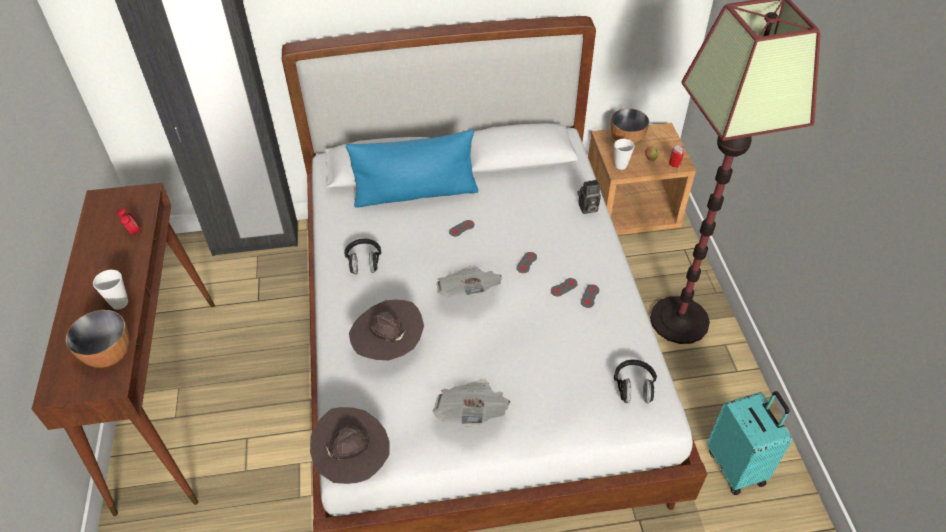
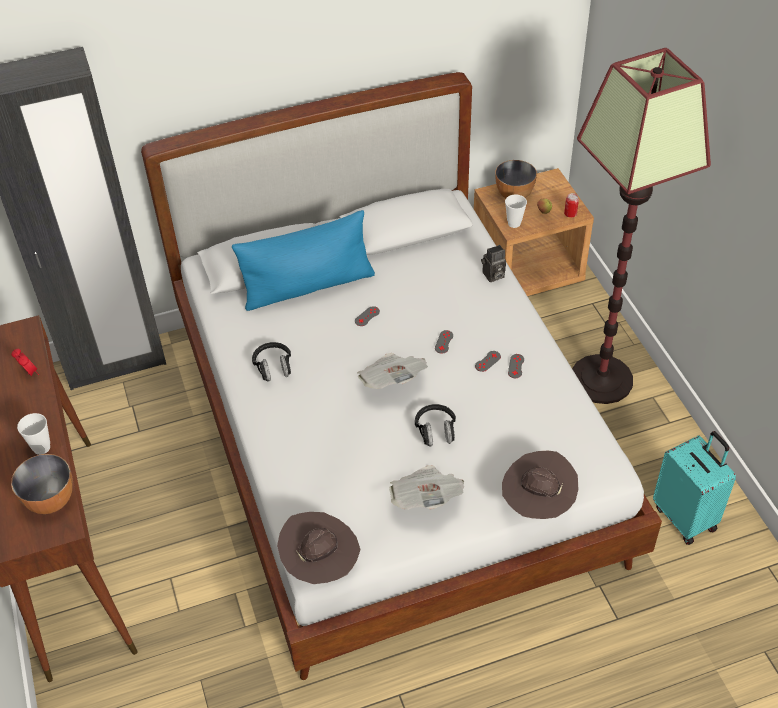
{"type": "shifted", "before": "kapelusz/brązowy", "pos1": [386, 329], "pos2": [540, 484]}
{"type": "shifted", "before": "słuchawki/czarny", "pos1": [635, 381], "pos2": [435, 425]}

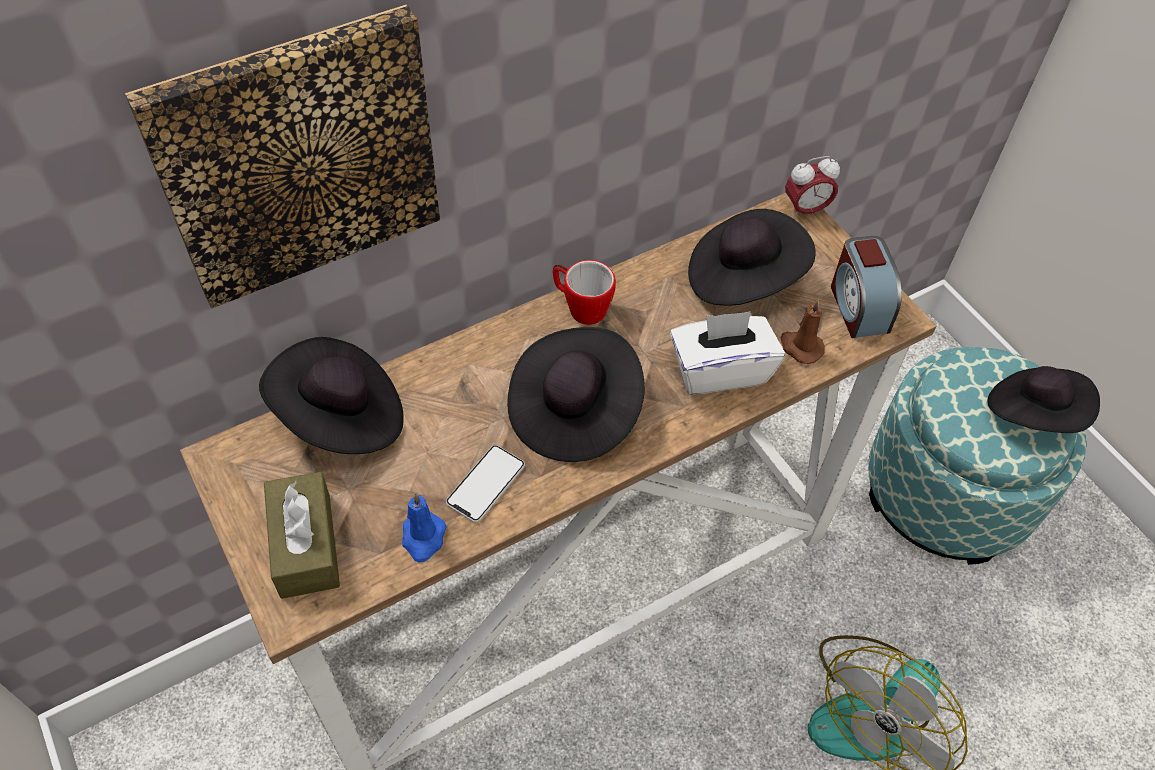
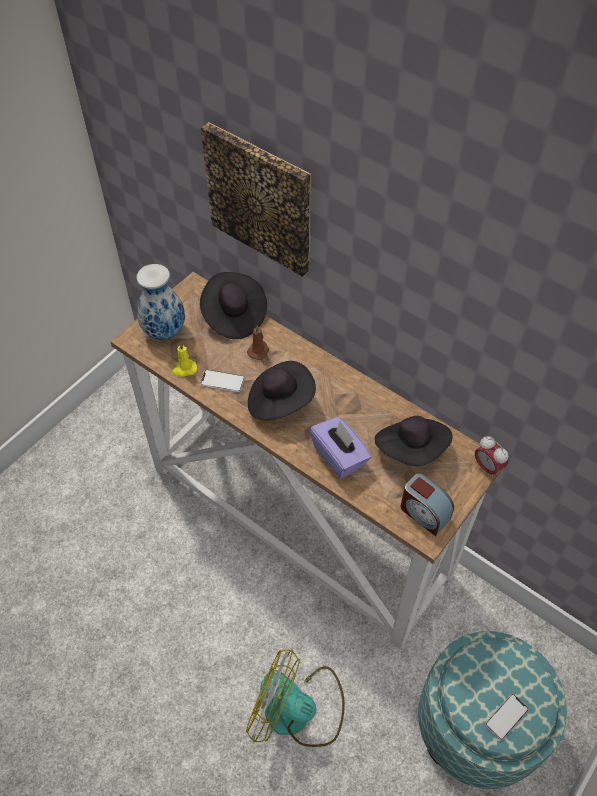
{"type": "gone", "before": "kubek", "pos1": [584, 292]}
{"type": "shifted", "before": "świeca/brązowy", "pos1": [802, 331], "pos2": [258, 342]}
{"type": "swapped", "before": "pudełko chusteczek/brązowy", "after": "wazon", "pos1": [302, 535], "pos2": [161, 302]}
{"type": "swapped", "before": "kapelusz/czarny", "after": "telefon", "pos1": [1044, 399], "pos2": [507, 717]}
{"type": "repainted", "before": "świeca/niebieski", "after": "świeca/żółty", "pos1": [424, 528], "pos2": [184, 360]}
{"type": "repainted", "before": "pudełko chusteczek/biały", "after": "pudełko chusteczek/fioletowy", "pos1": [727, 353], "pos2": [340, 448]}
{"type": "rotated", "before": "budzik", "pos1": [866, 287], "pos2": [427, 504], "turn": -105}

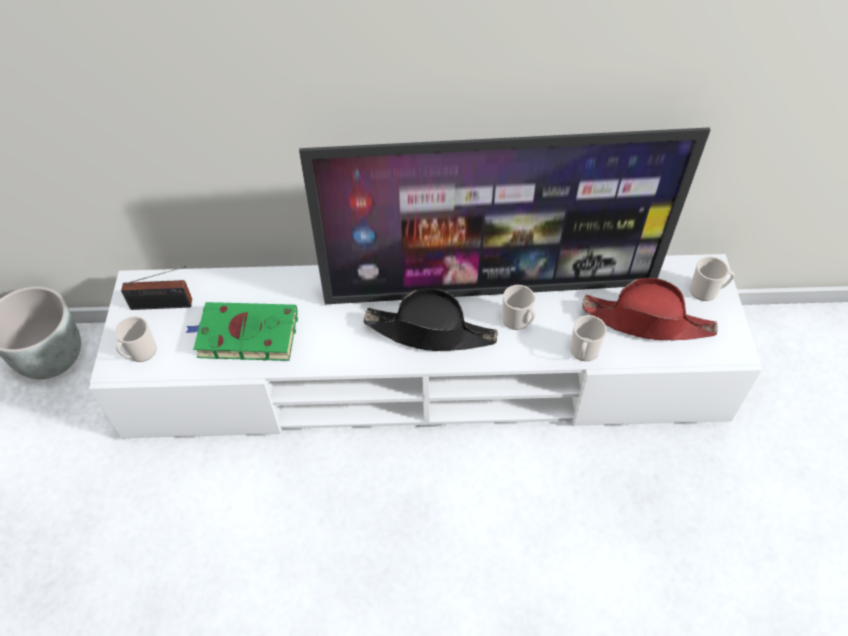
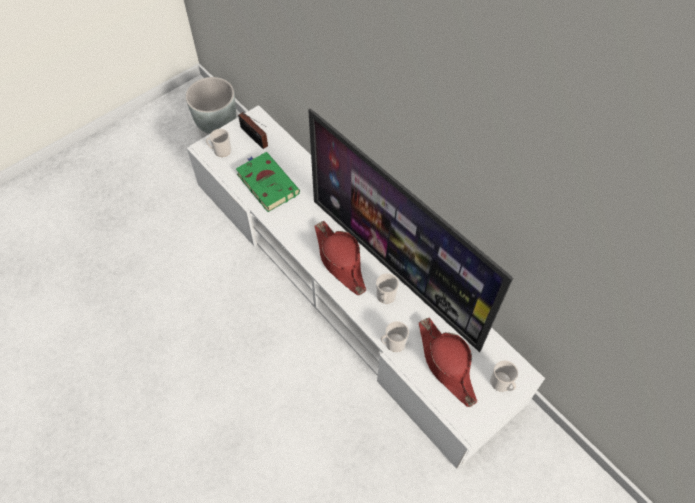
{"type": "repainted", "before": "kapelusz/czarny", "after": "kapelusz/czerwony", "pos1": [431, 320], "pos2": [340, 258]}

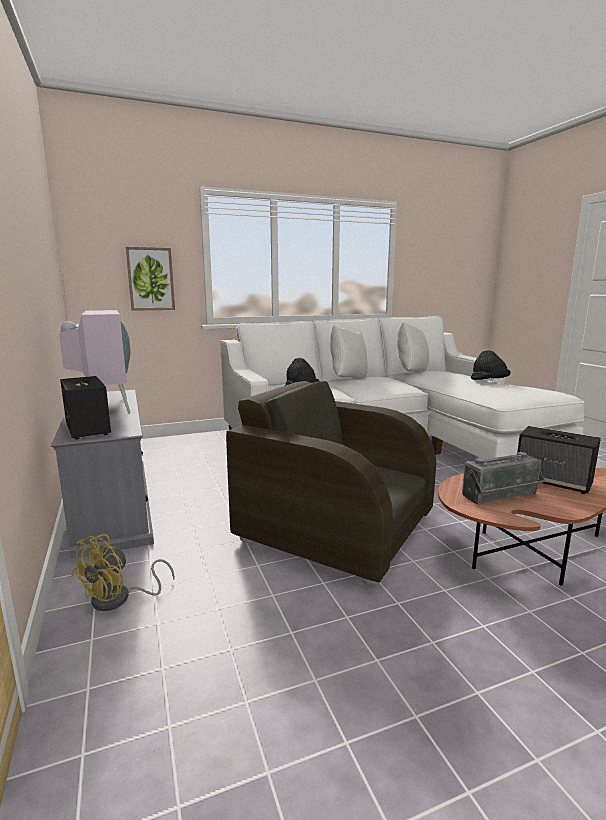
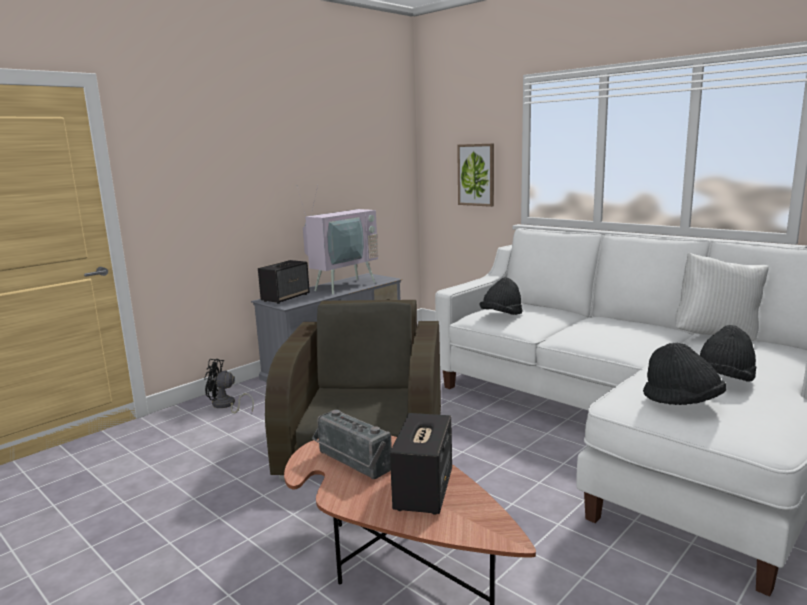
{"type": "gone", "before": "poduszka/biały", "pos1": [349, 351]}
{"type": "new", "after": "kapelusz/czarny", "pos2": [684, 374]}
{"type": "repainted", "before": "wentylator/żółty", "after": "wentylator/czarny", "pos1": [123, 572], "pos2": [229, 386]}

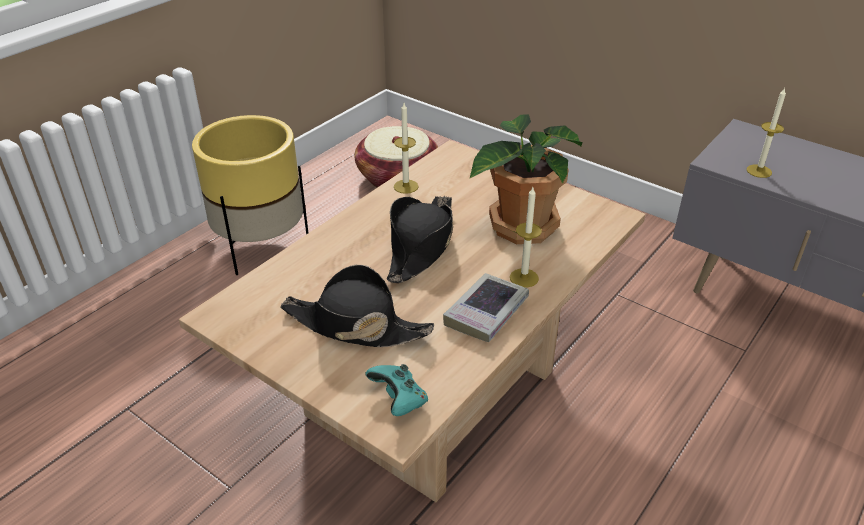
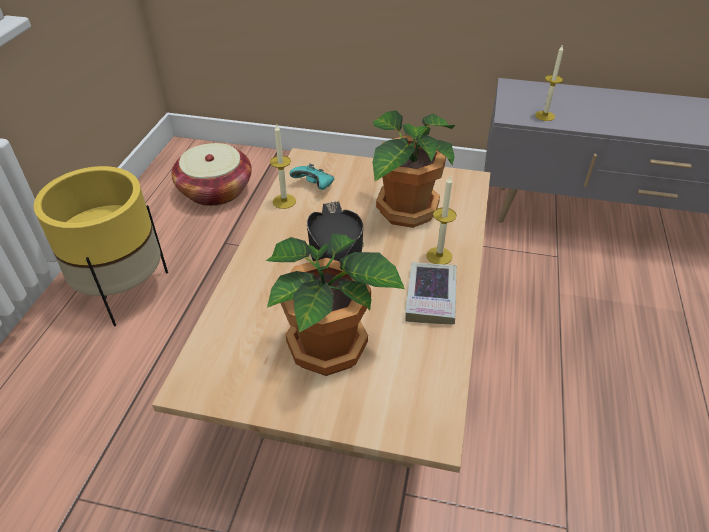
{"type": "shifted", "before": "pad do gier/turkusowy", "pos1": [396, 390], "pos2": [311, 176]}
{"type": "swapped", "before": "kapelusz/czarny", "after": "roślina doniczkowa", "pos1": [357, 306], "pos2": [335, 304]}

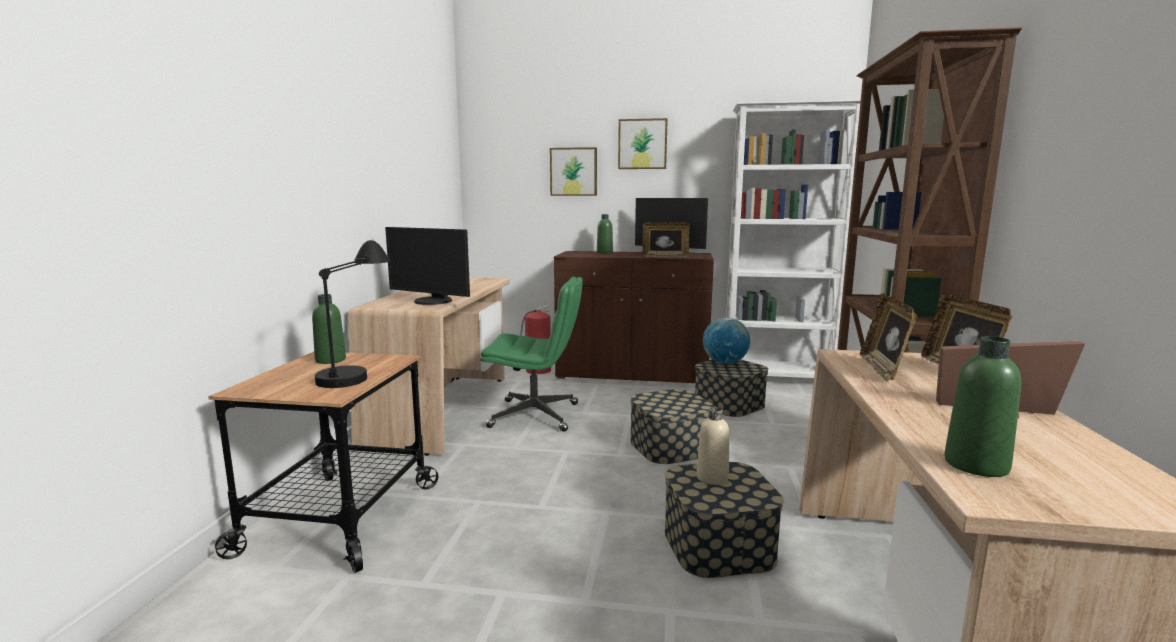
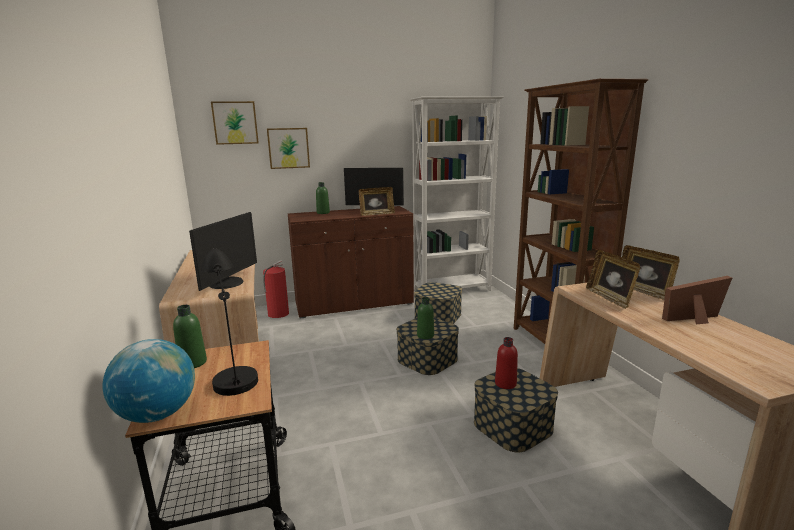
{"type": "gone", "before": "krzesło biurowe/zielony", "pos1": [532, 354]}
{"type": "shifted", "before": "obraz", "pos1": [643, 143], "pos2": [235, 123]}
{"type": "shifted", "before": "globus", "pos1": [726, 341], "pos2": [149, 381]}
{"type": "shifted", "before": "butelka/zielony", "pos1": [982, 406], "pos2": [425, 318]}
{"type": "repainted", "before": "butelka/beżowy", "after": "butelka/czerwony", "pos1": [713, 446], "pos2": [506, 363]}
{"type": "rotated", "before": "monitor", "pos1": [427, 266], "pos2": [223, 251], "turn": -75}

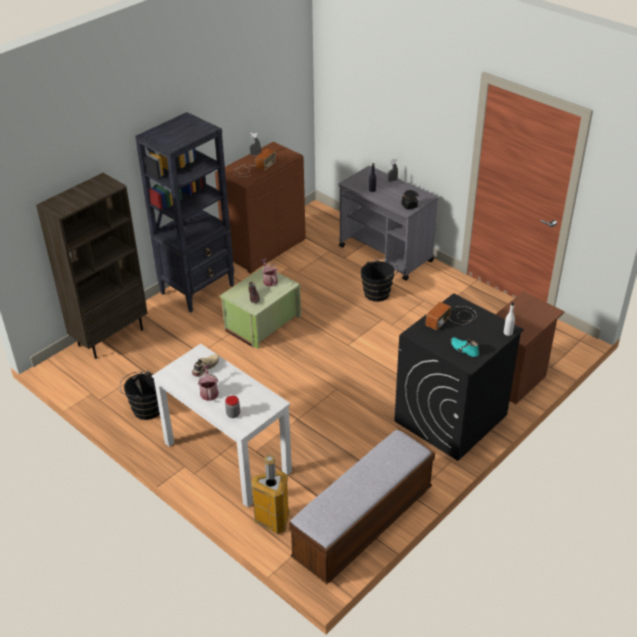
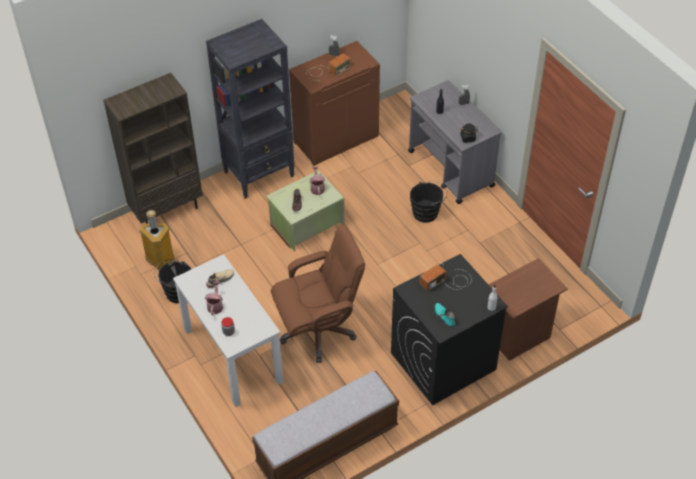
{"type": "new", "after": "krzesło biurowe/brązowy", "pos2": [318, 293]}
{"type": "shifted", "before": "kosz na śmieci", "pos1": [270, 494], "pos2": [156, 240]}

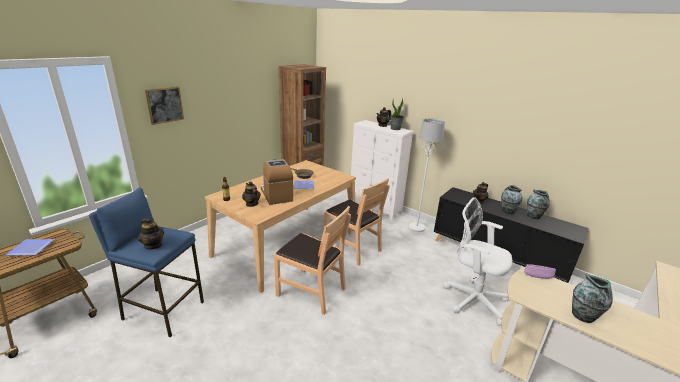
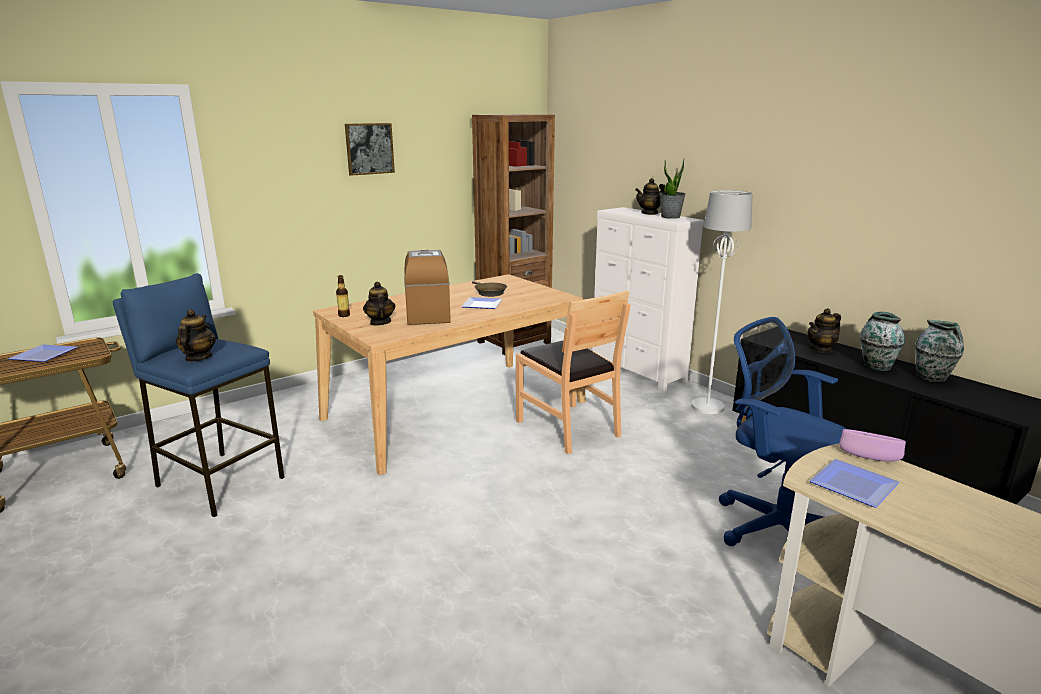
{"type": "gone", "before": "krzesło/brązowy", "pos1": [312, 260]}
{"type": "gone", "before": "wazon", "pos1": [592, 298]}
{"type": "new", "after": "talerz", "pos2": [854, 483]}
{"type": "shifted", "before": "obraz", "pos1": [164, 106], "pos2": [370, 149]}
{"type": "repainted", "before": "krzesło biurowe/biały", "after": "krzesło biurowe/niebieski", "pos1": [478, 261], "pos2": [782, 431]}
{"type": "rotated", "before": "imbryk", "pos1": [151, 234], "pos2": [196, 335], "turn": -150}

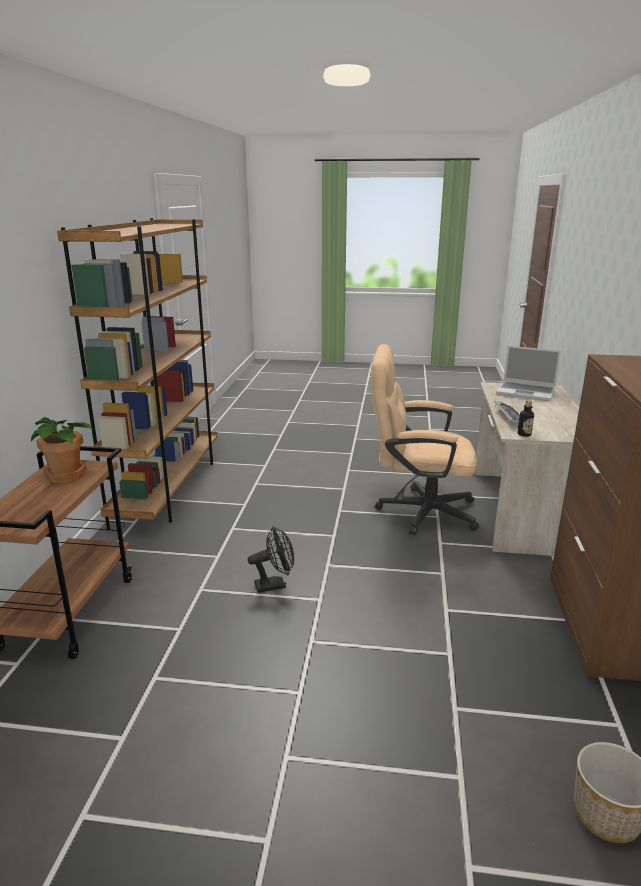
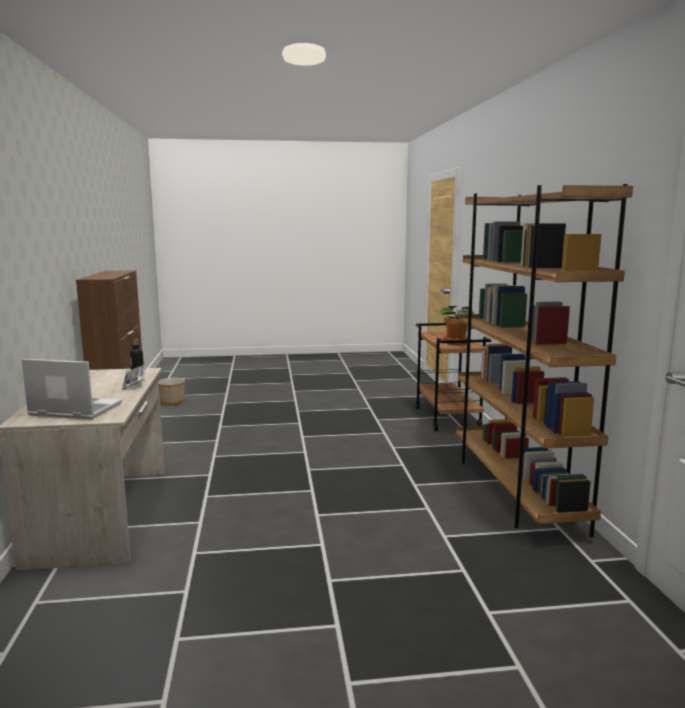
{"type": "gone", "before": "wentylator/czarny", "pos1": [271, 559]}
{"type": "gone", "before": "krzesło biurowe/beżowy", "pos1": [425, 439]}

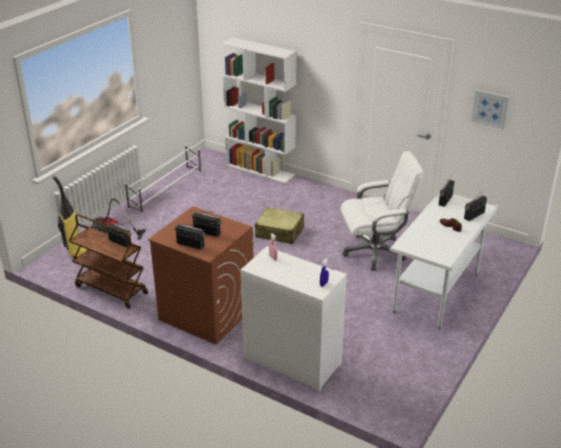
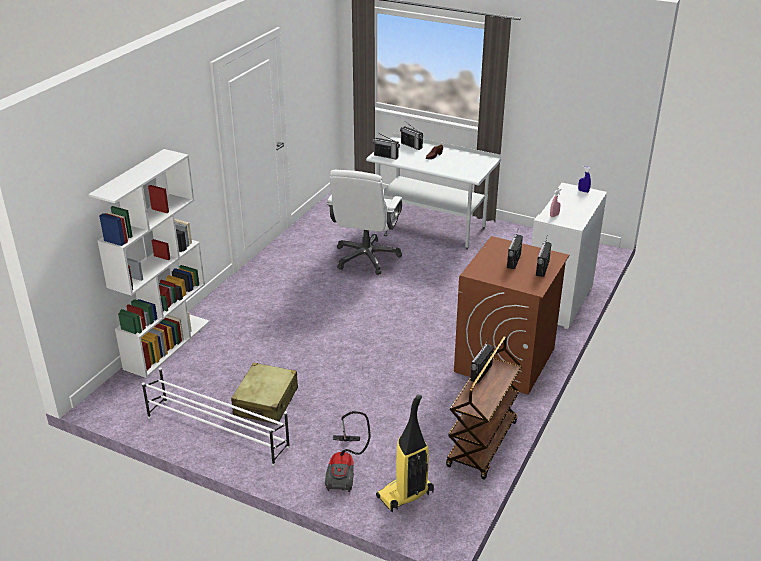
{"type": "gone", "before": "obraz", "pos1": [490, 109]}
{"type": "shifted", "before": "walizka/beżowy", "pos1": [279, 225], "pos2": [264, 393]}
{"type": "rotated", "before": "krzesło biurowe/biały", "pos1": [382, 211], "pos2": [364, 222], "turn": -150}

